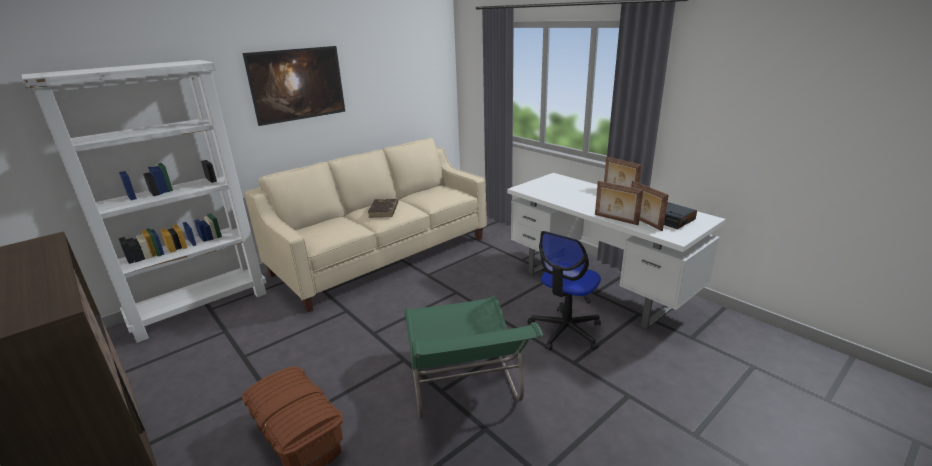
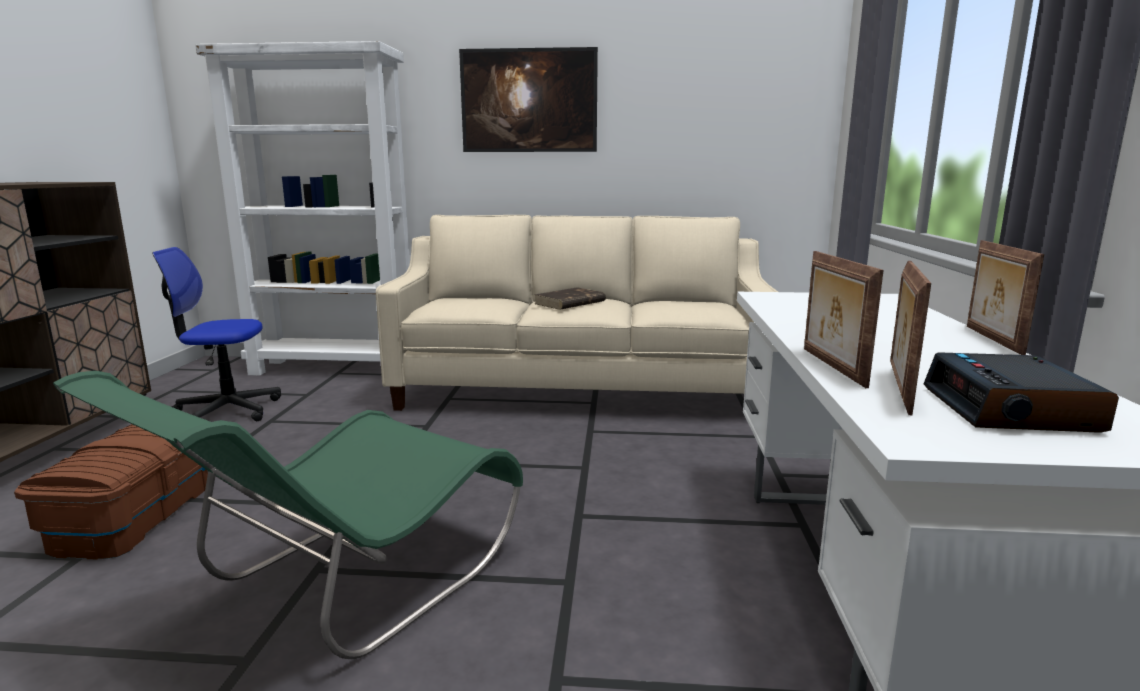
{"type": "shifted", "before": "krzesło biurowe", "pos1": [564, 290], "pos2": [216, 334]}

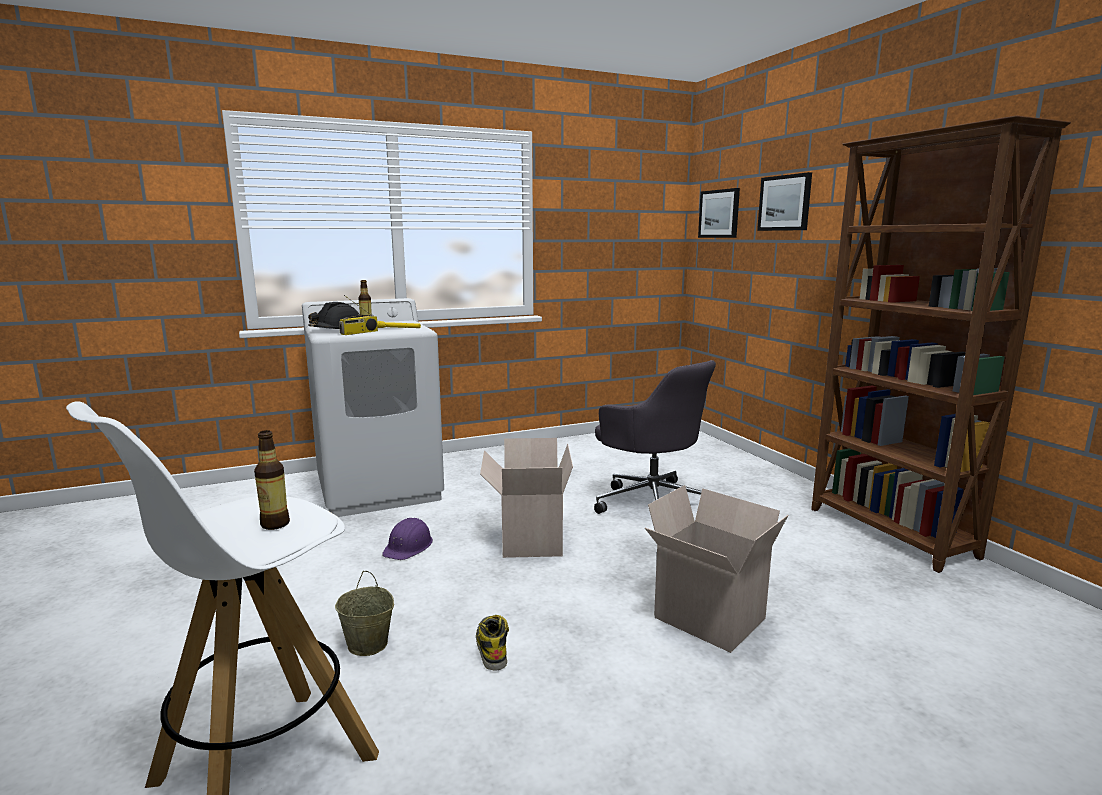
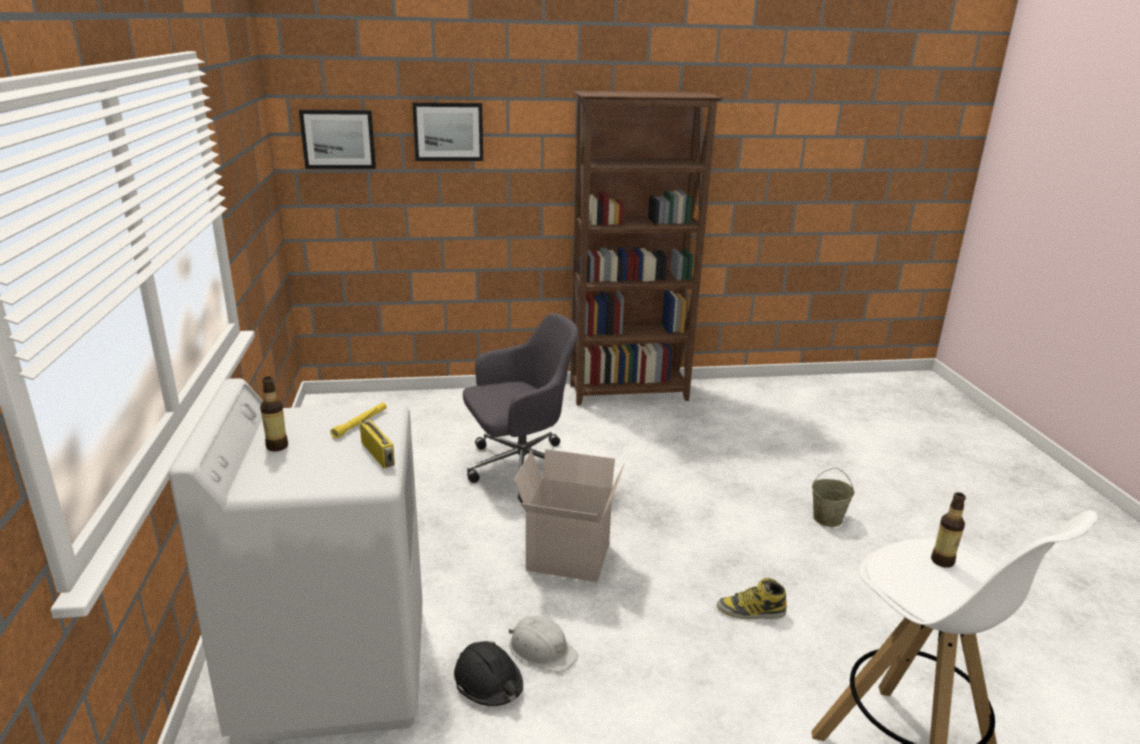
{"type": "gone", "before": "karton", "pos1": [716, 569]}
{"type": "shifted", "before": "kask/czarny", "pos1": [335, 315], "pos2": [488, 673]}
{"type": "shifted", "before": "wiadro/beżowy", "pos1": [364, 613], "pos2": [833, 497]}
{"type": "repainted", "before": "kask/fioletowy", "after": "kask/biały", "pos1": [407, 539], "pos2": [543, 644]}

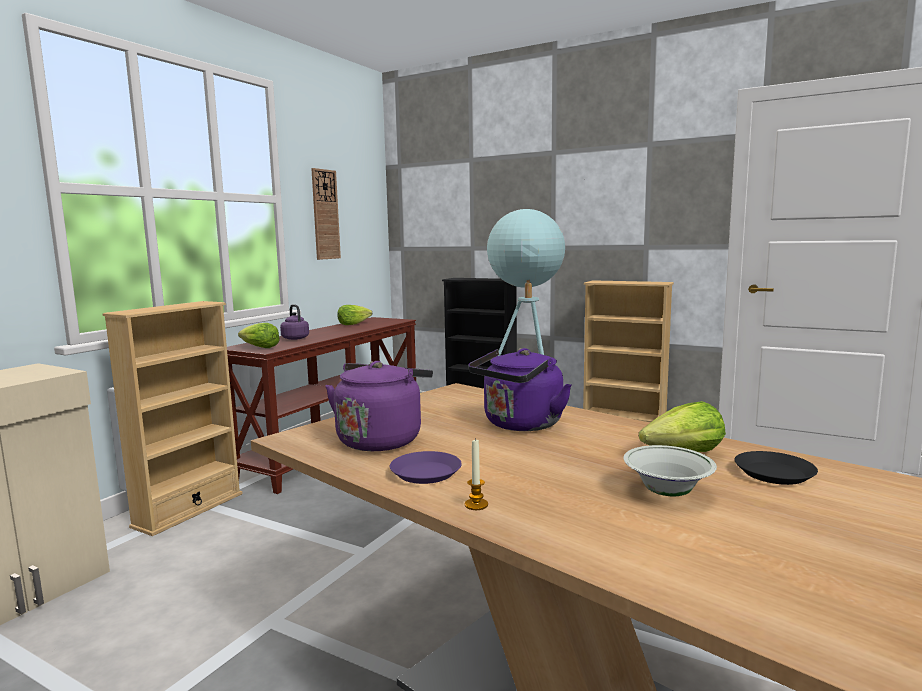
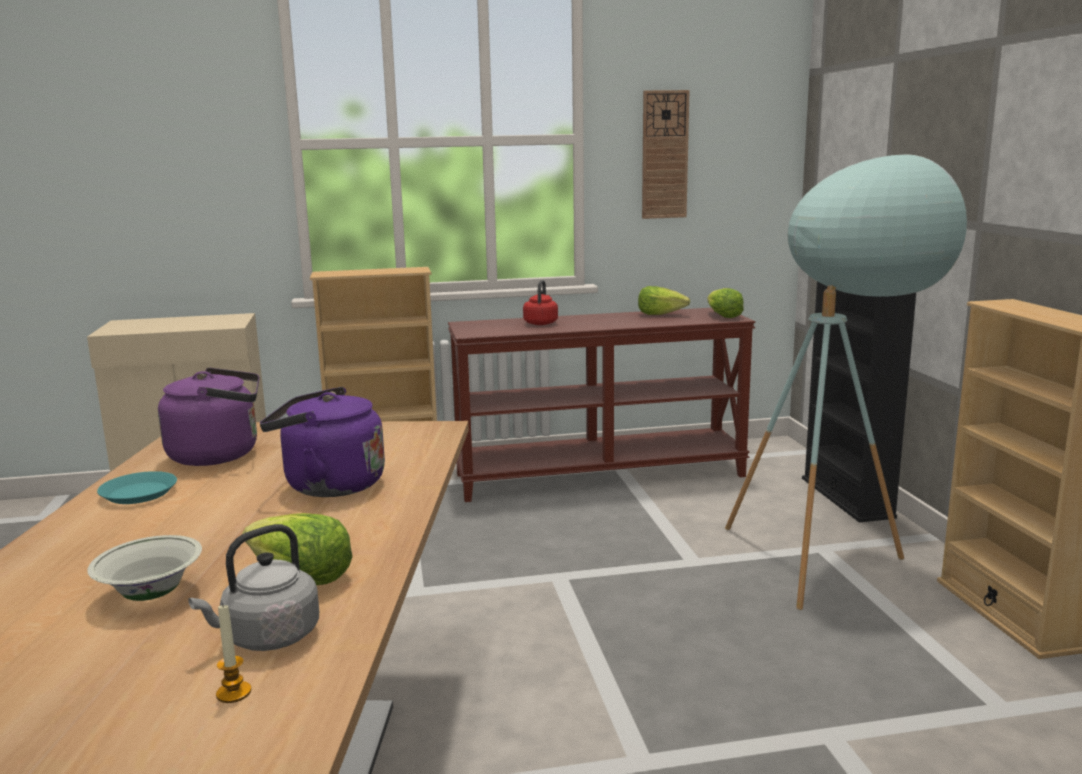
{"type": "shifted", "before": "sałata", "pos1": [259, 335], "pos2": [725, 303]}
{"type": "shifted", "before": "świeca", "pos1": [476, 474], "pos2": [233, 653]}
{"type": "swapped", "before": "talerz/czarny", "after": "czajnik/szary", "pos1": [776, 468], "pos2": [253, 587]}
{"type": "repainted", "before": "czajnik/fioletowy", "after": "czajnik/czerwony", "pos1": [294, 322], "pos2": [540, 302]}
{"type": "repainted", "before": "talerz/fioletowy", "after": "talerz/turkusowy", "pos1": [426, 467], "pos2": [137, 487]}

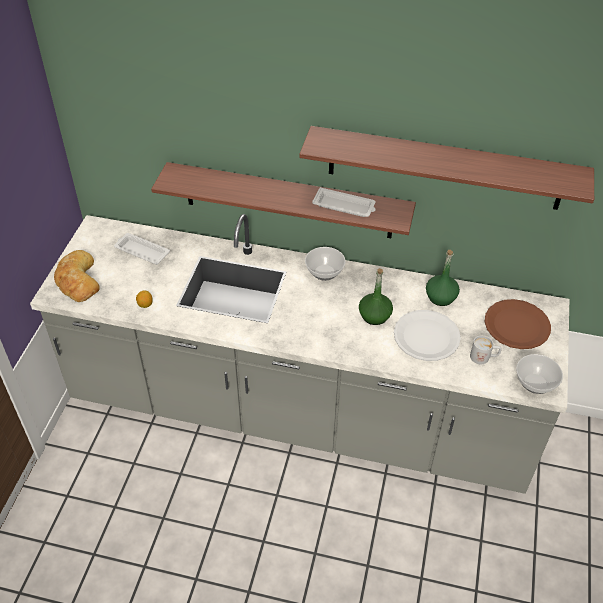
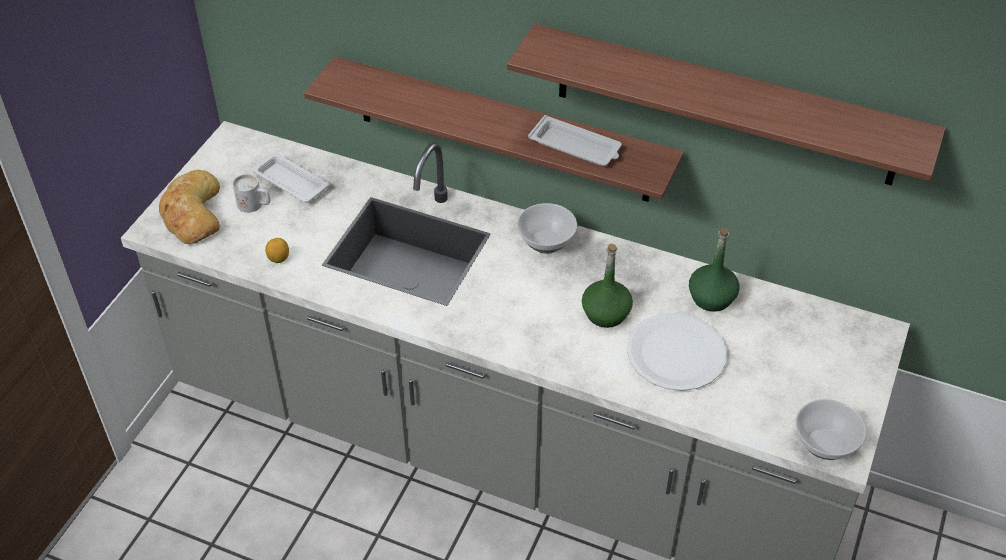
{"type": "gone", "before": "talerz/brązowy", "pos1": [518, 324]}
{"type": "shifted", "before": "kubek/biały", "pos1": [485, 349], "pos2": [251, 193]}

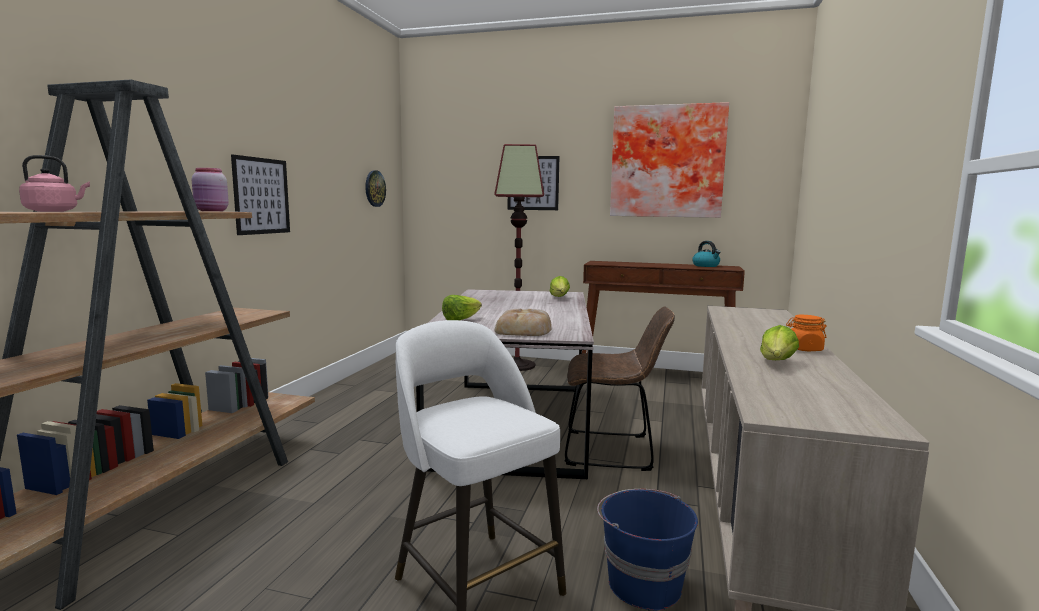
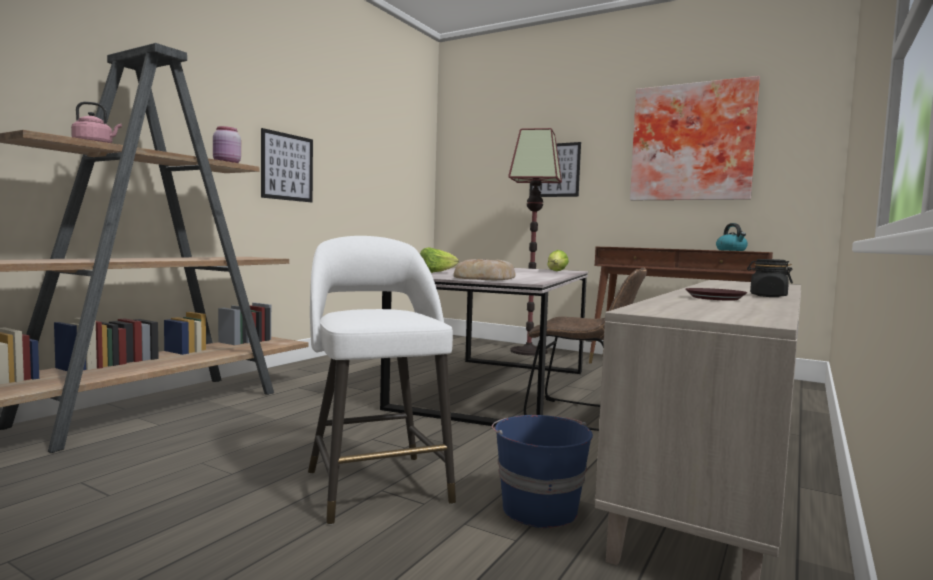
{"type": "gone", "before": "zegar ścienny", "pos1": [375, 188]}
{"type": "swapped", "before": "sałata", "after": "talerz/brązowy", "pos1": [779, 342], "pos2": [716, 294]}
{"type": "repainted", "before": "słoik/pomarańczowy", "after": "słoik/czarny", "pos1": [806, 333], "pos2": [770, 278]}

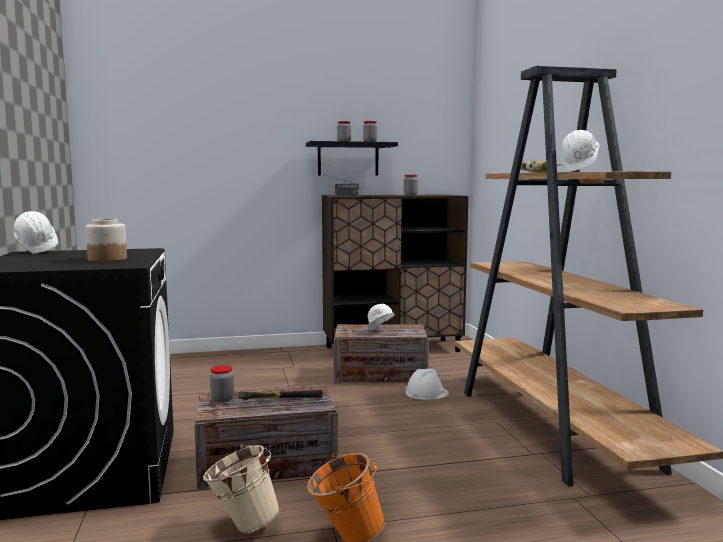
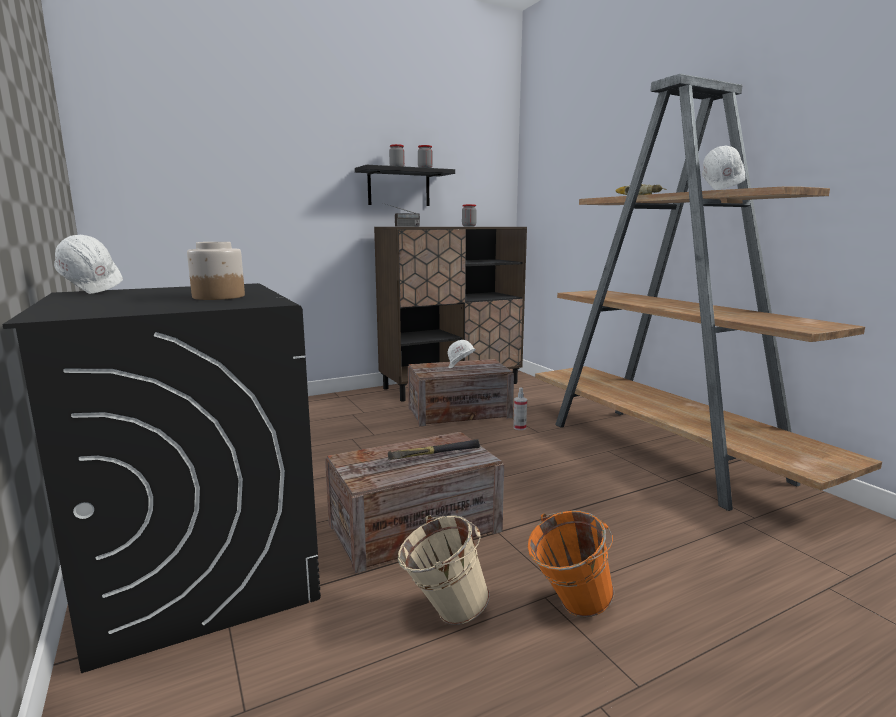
{"type": "gone", "before": "słoik", "pos1": [222, 384]}
{"type": "swapped", "before": "kask/biały", "after": "spryskiwacz", "pos1": [427, 384], "pos2": [520, 408]}

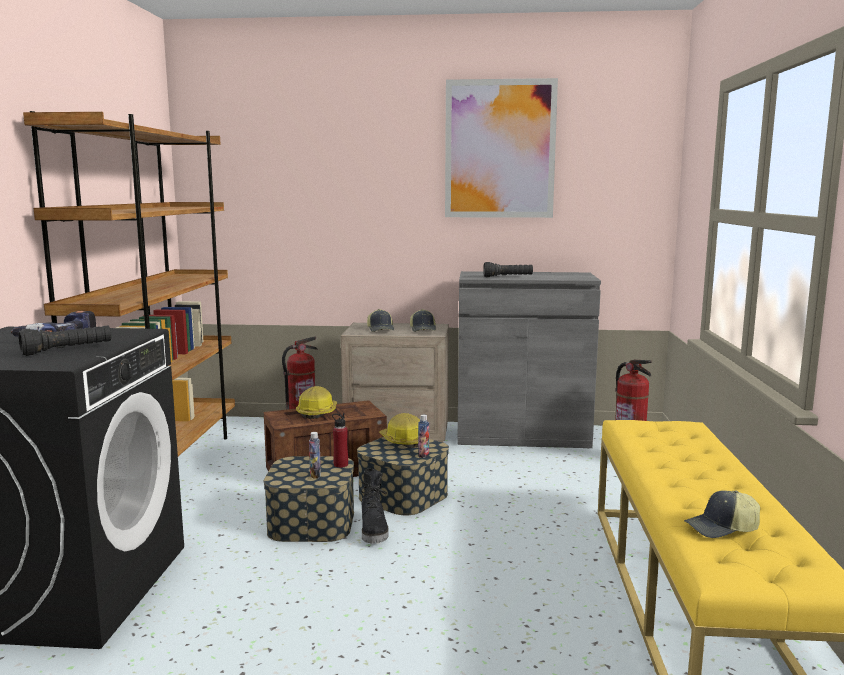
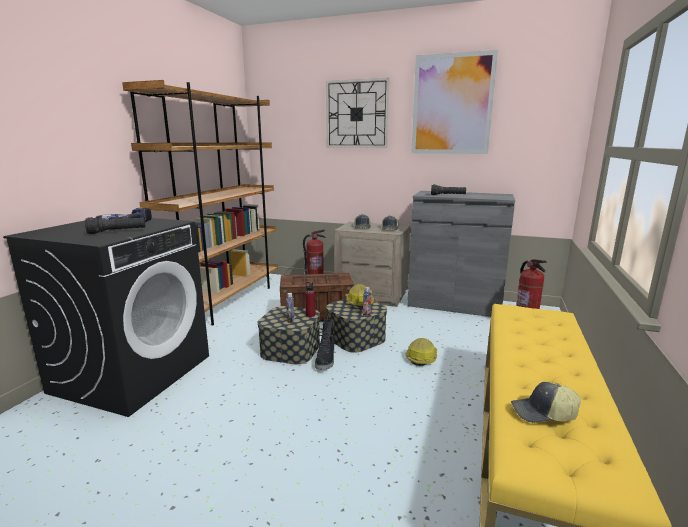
{"type": "new", "after": "zegar ścienny", "pos2": [357, 113]}
{"type": "shifted", "before": "kask", "pos1": [316, 402], "pos2": [421, 352]}

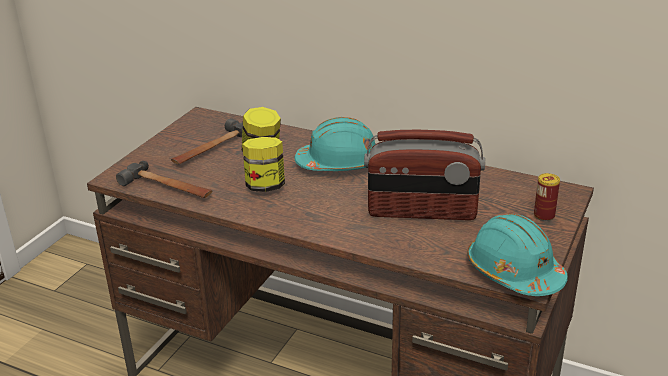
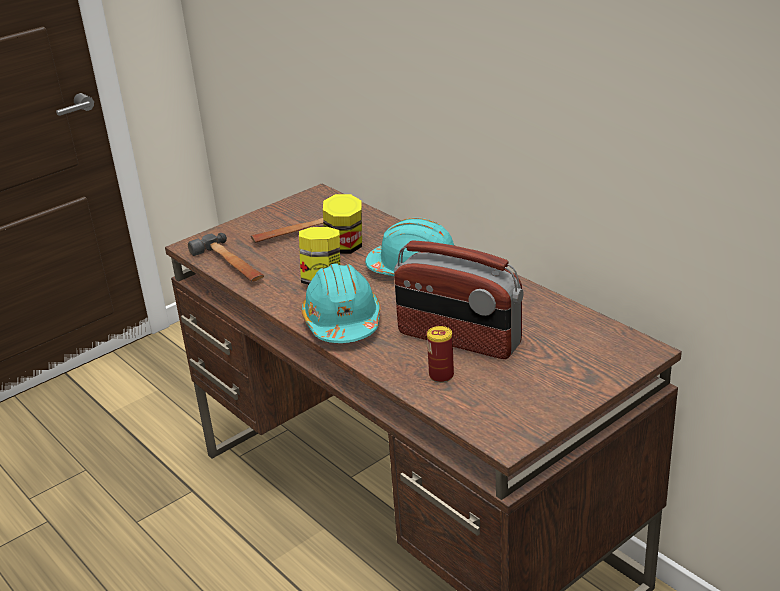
{"type": "shifted", "before": "kask/turkusowy", "pos1": [517, 255], "pos2": [340, 303]}
{"type": "shifted", "before": "puszka", "pos1": [547, 197], "pos2": [440, 354]}

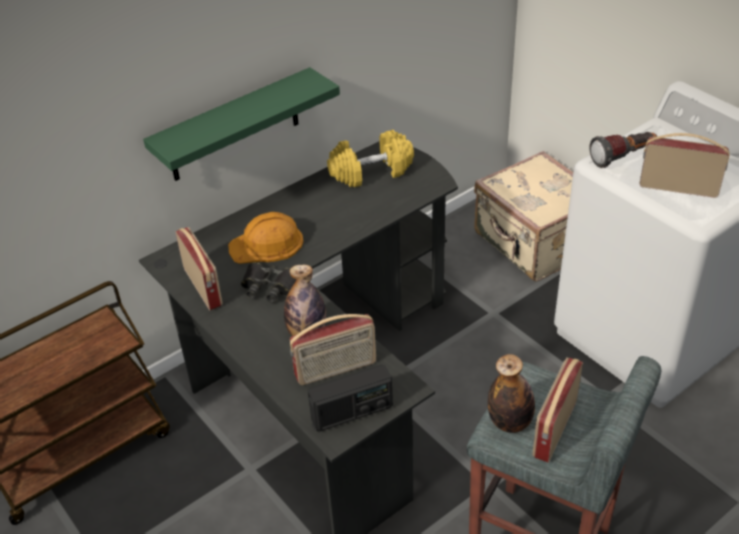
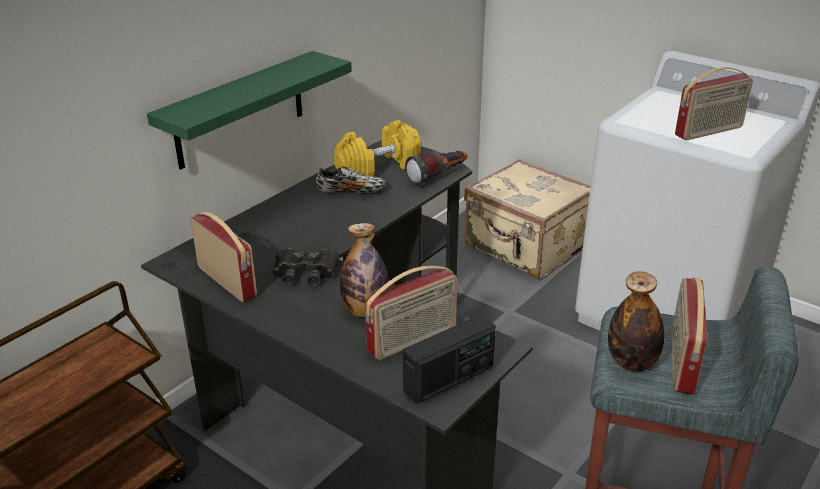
{"type": "gone", "before": "kask/pomarańczowy", "pos1": [266, 238]}
{"type": "new", "after": "but", "pos2": [351, 180]}
{"type": "shifted", "before": "latarka", "pos1": [623, 150], "pos2": [436, 168]}
{"type": "rotated", "before": "radio", "pos1": [685, 165], "pos2": [714, 103], "turn": 150}

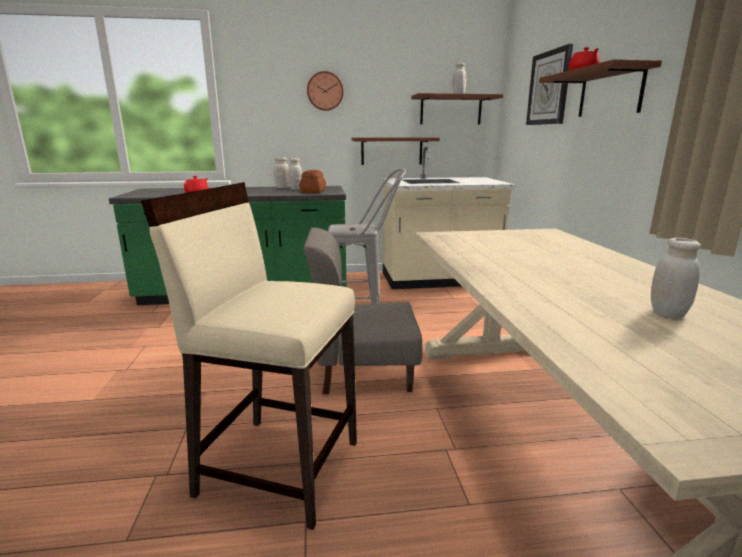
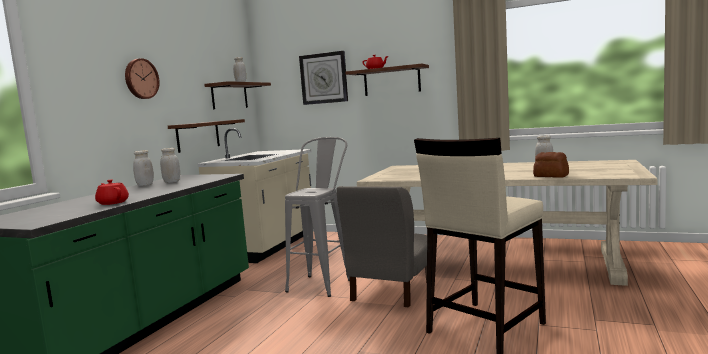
{"type": "shifted", "before": "chleb", "pos1": [312, 182], "pos2": [551, 165]}

